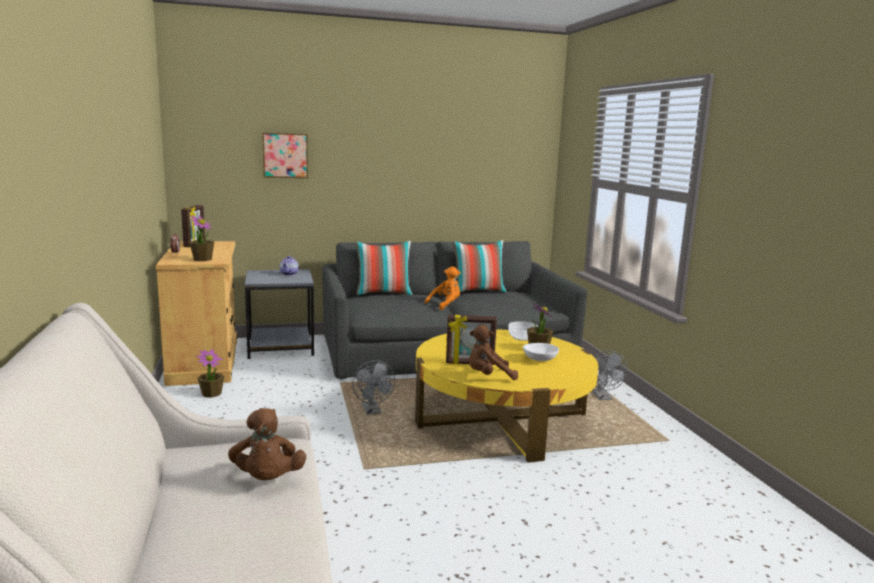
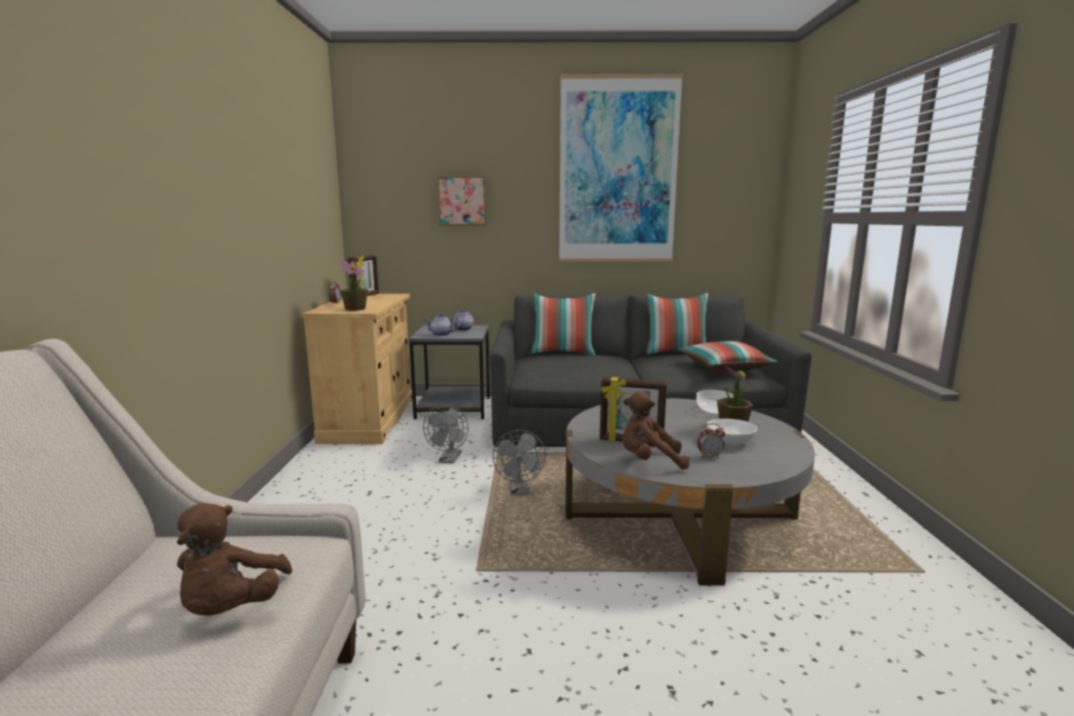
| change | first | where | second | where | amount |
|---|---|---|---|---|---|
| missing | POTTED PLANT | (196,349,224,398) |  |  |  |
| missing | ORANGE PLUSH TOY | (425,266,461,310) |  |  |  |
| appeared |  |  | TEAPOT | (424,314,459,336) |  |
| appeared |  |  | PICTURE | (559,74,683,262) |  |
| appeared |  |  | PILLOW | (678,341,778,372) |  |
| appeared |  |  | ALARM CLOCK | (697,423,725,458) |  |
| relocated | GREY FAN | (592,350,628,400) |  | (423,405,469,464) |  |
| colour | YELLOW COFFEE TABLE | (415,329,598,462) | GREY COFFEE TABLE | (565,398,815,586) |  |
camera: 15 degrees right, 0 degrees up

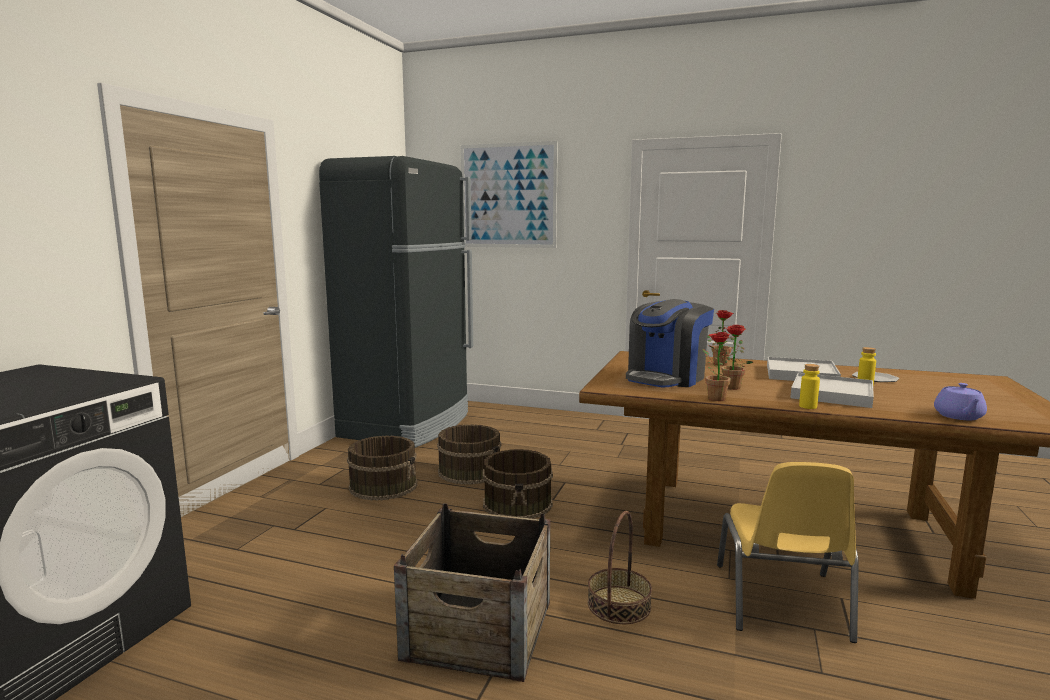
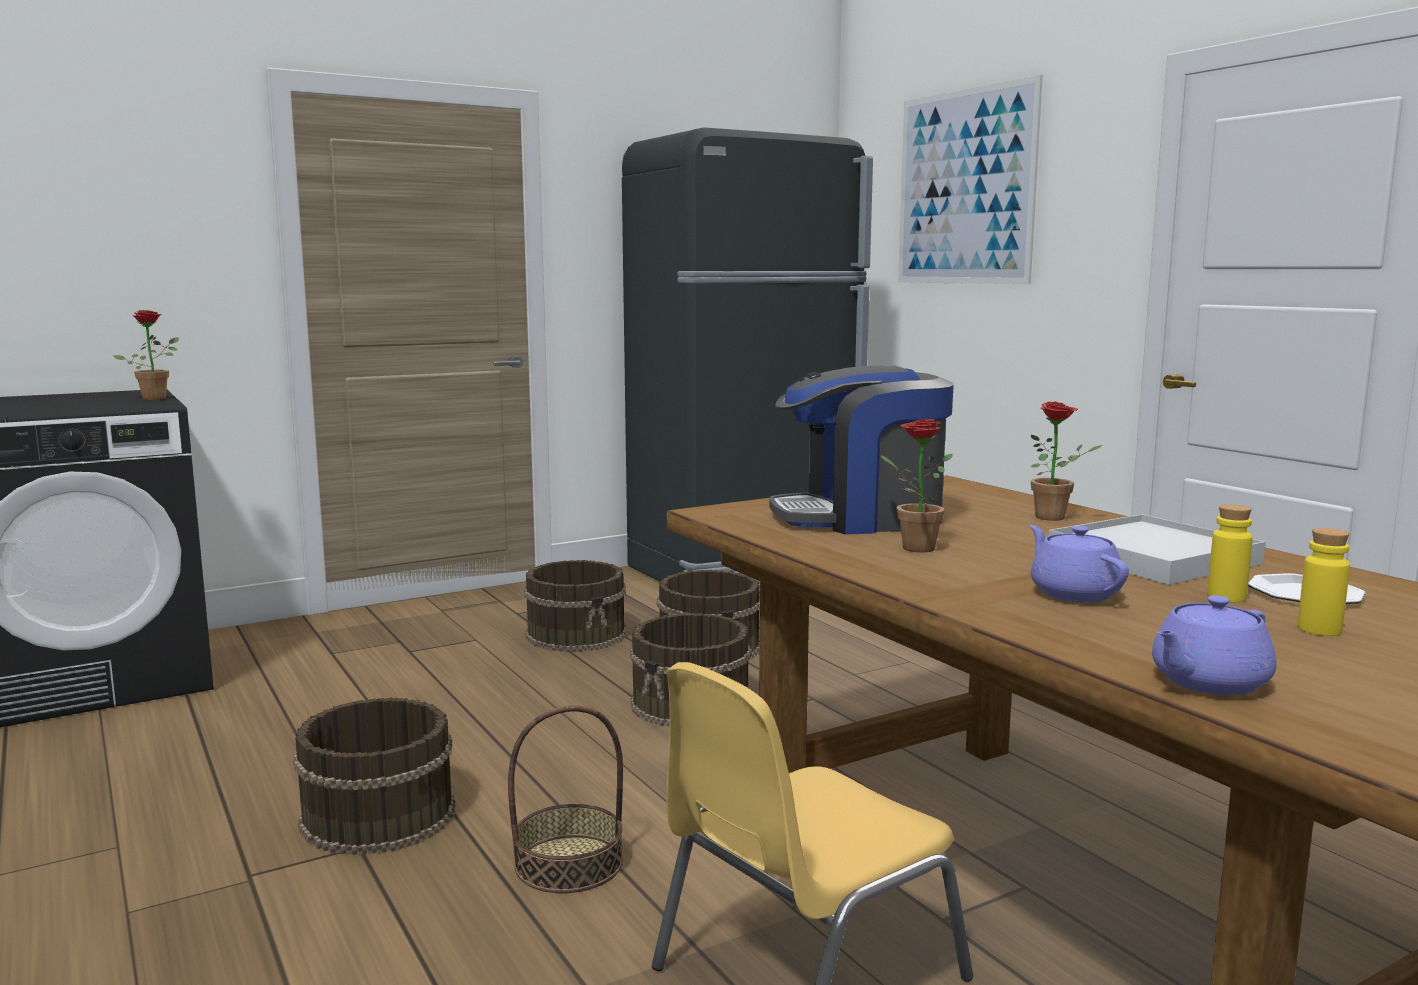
| change | first | where | second | where | amount |
|---|---|---|---|---|---|
| relocated | POTTED PLANT | (703,332,737,401) |  | (114,310,179,400) |  |
| relocated | YELLOW BOTTLE | (799,364,820,409) |  | (1298,528,1350,636) |  |
| exchanged | CRATE | (394,503,550,682) | BROWN BUCKET | (293,697,456,856) |  |
| exchanged | WHITE TRAY | (790,373,874,408) | PURPLE TEAPOT | (1030,525,1129,602) |  |
camera: 40 degrees right, 0 degrees up

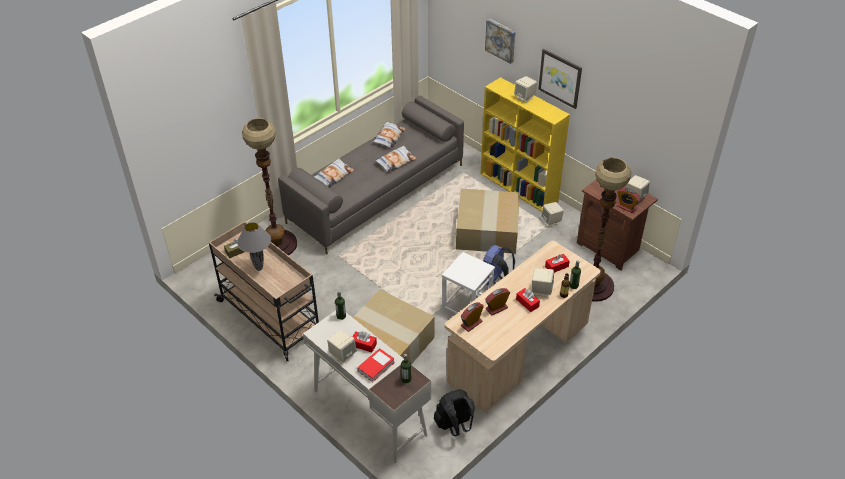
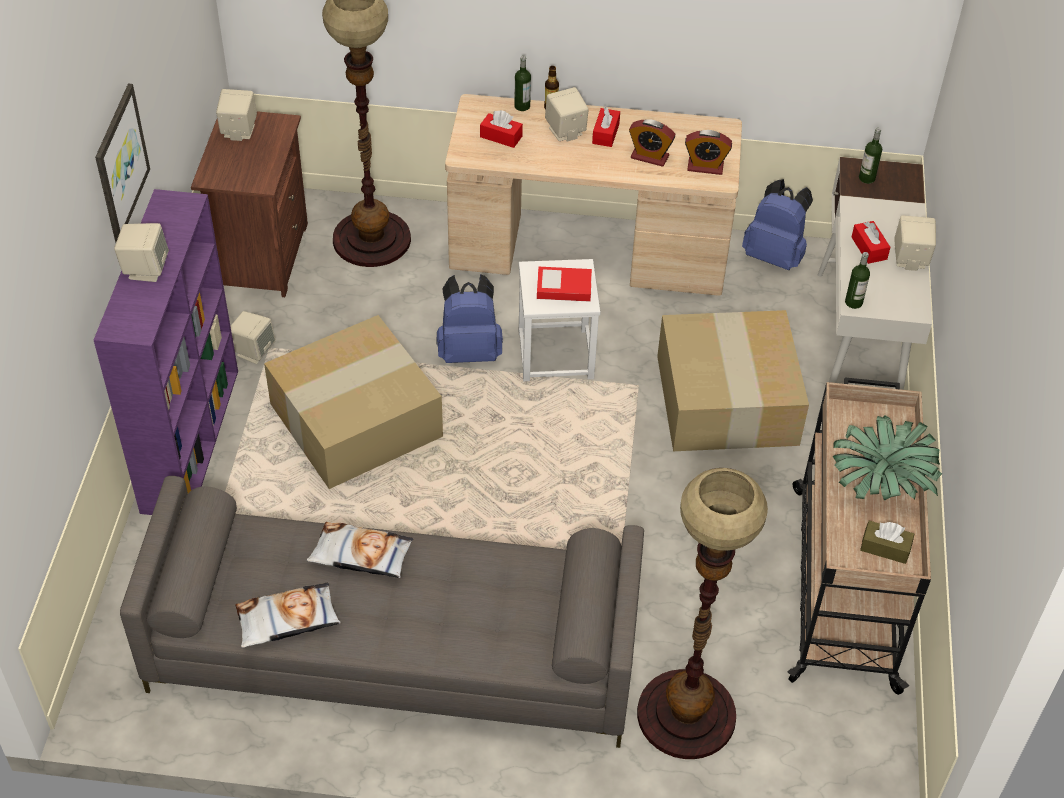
| change | first | where | second | where | amount |
|---|---|---|---|---|---|
| missing | PILLOW | (313,158,354,188) |  |  |  |
| missing | PICTURE | (485,19,516,64) |  |  |  |
| missing | ALARM CLOCK | (617,188,641,213) |  |  |  |
| relocated | BOOK | (357,348,394,382) |  | (537,267,592,302) |  |
| exchanged | GREY TABLE LAMP | (237,222,271,271) | POTTED PLANT | (833,415,943,501) |  |
| colour | BLACK BACKPACK | (434,389,475,436) | BLUE BACKPACK | (742,179,813,270) |  |
| colour | YELLOW BOOKCASE | (480,77,570,212) | PURPLE BOOKCASE | (94,189,238,515) |  |
camera: 130 degrees left, 5 degrees up

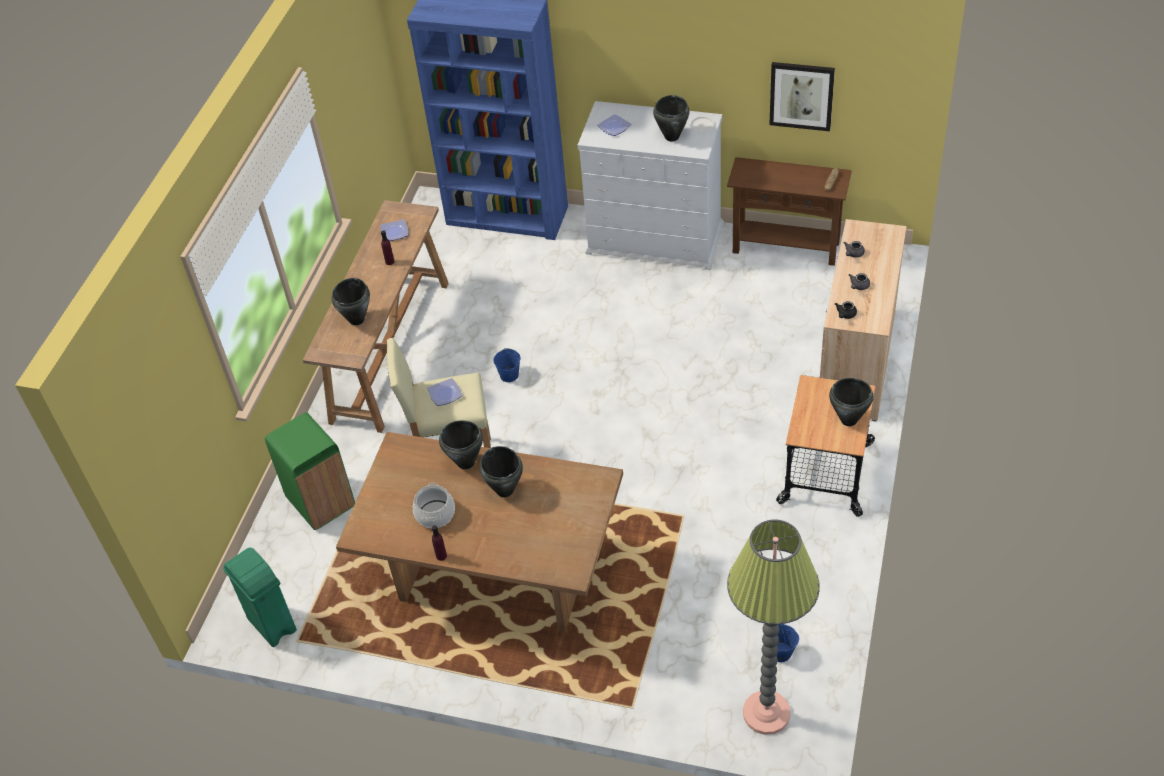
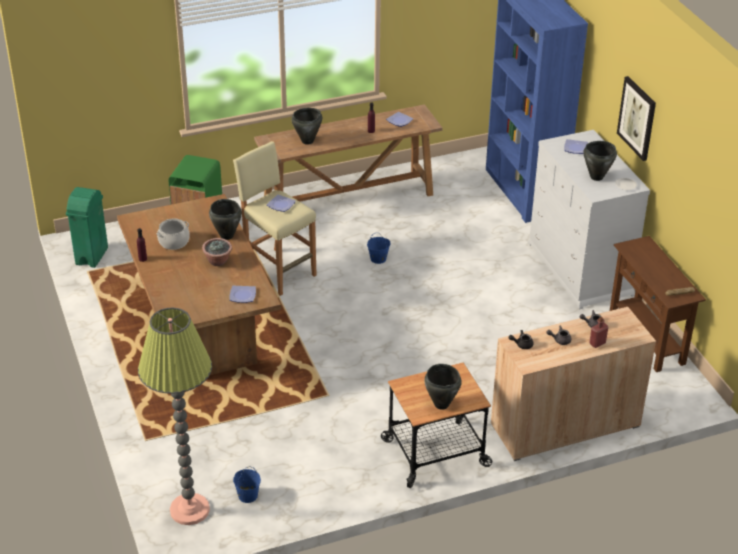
| change | first | where | second | where | amount |
|---|---|---|---|---|---|
| appeared |  |  | PLATE | (230,286,256,303) |  |
| appeared |  |  | RED BOTTLE | (589,317,608,348) |  |
| relocated | PICTURE | (769,62,835,131) |  | (617,76,656,161) |  |
| exchanged | BLACK COOKING POT | (479,446,523,497) | POTTED PLANT | (202,238,232,266) |  |
camera: 50 degrees right, 10 degrees down

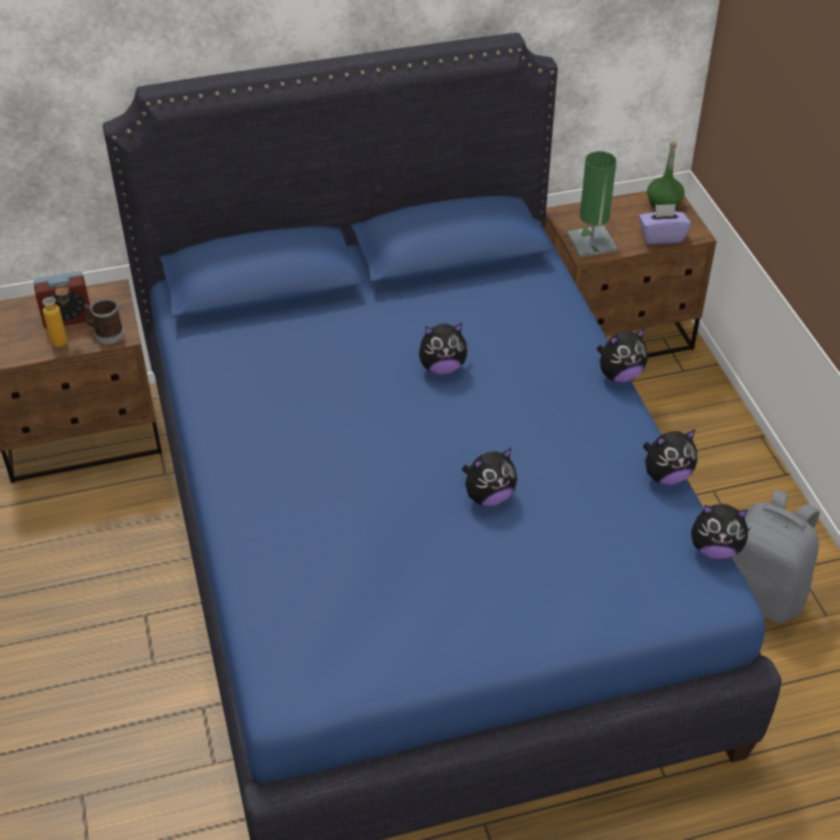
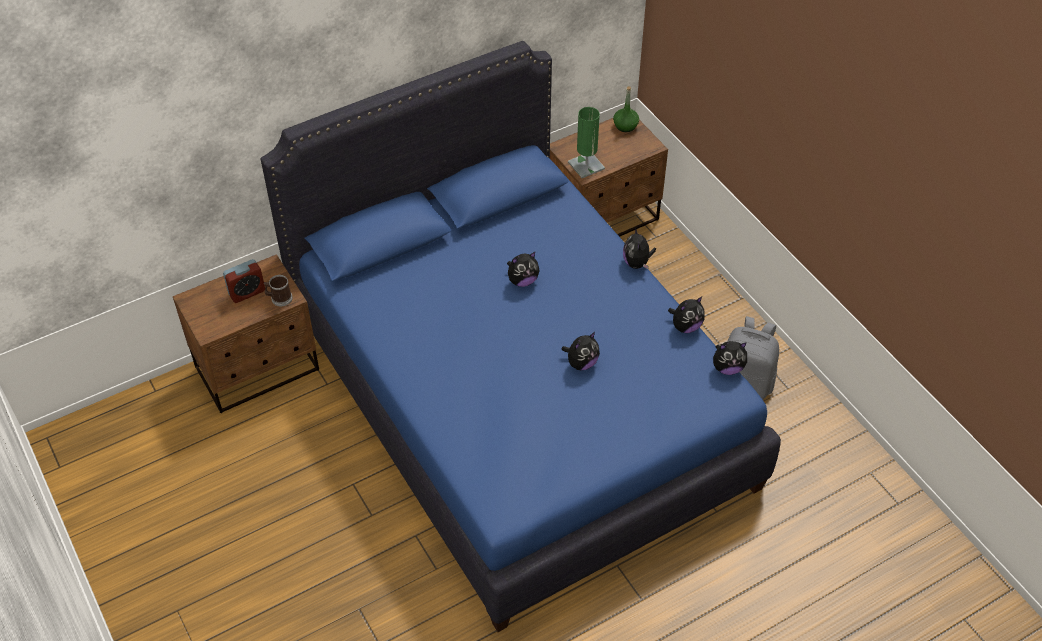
| change | first | where | second | where | amount |
|---|---|---|---|---|---|
| missing | BOTTLE | (42,284,69,347) |  |  |  |
| missing | PURPLE TISSUE BOX | (639,204,691,244) |  |  |  |
| spun | PLUSH TOY | (597,328,648,383) |  | (623,227,656,269) | 120 degrees clockwise |
camera: 15 degrees left, 5 degrees up

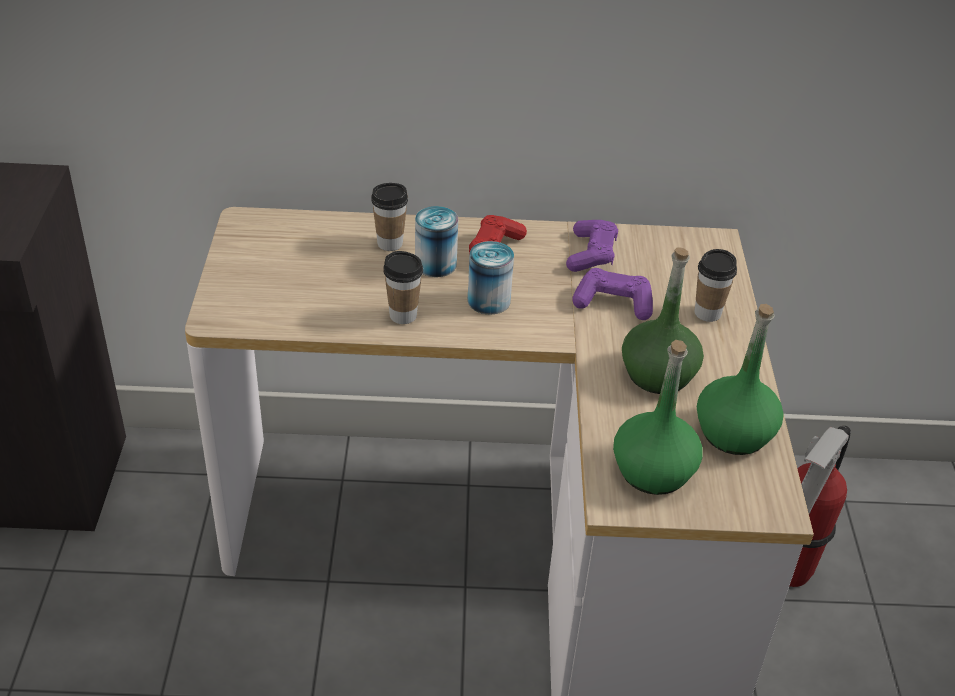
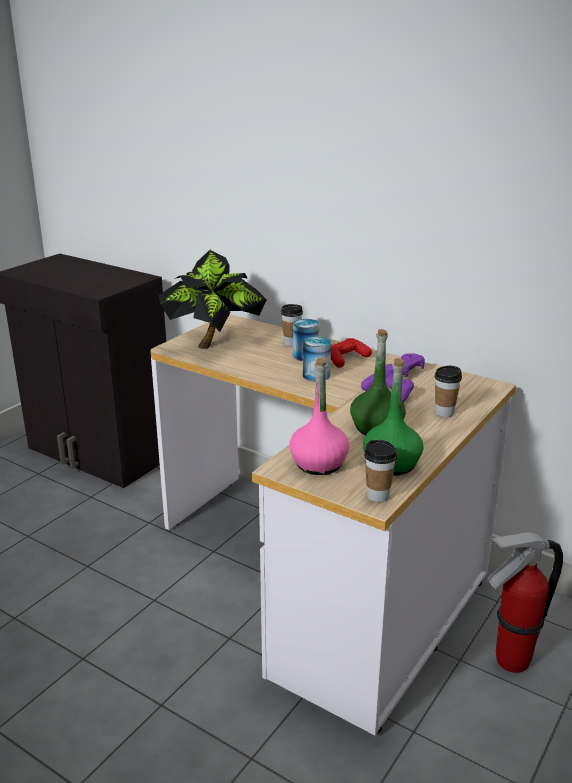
| change | first | where | second | where | amount |
|---|---|---|---|---|---|
| appeared |  |  | POTTED PLANT | (159,250,267,349) |  |
| relocated | CUP | (383,251,423,324) |  | (364,440,397,502) |  |
| colour | GREEN BOTTLE | (613,340,703,495) | PINK BOTTLE | (289,358,350,475) |  |
camera: 35 degrees right, 15 degrees down

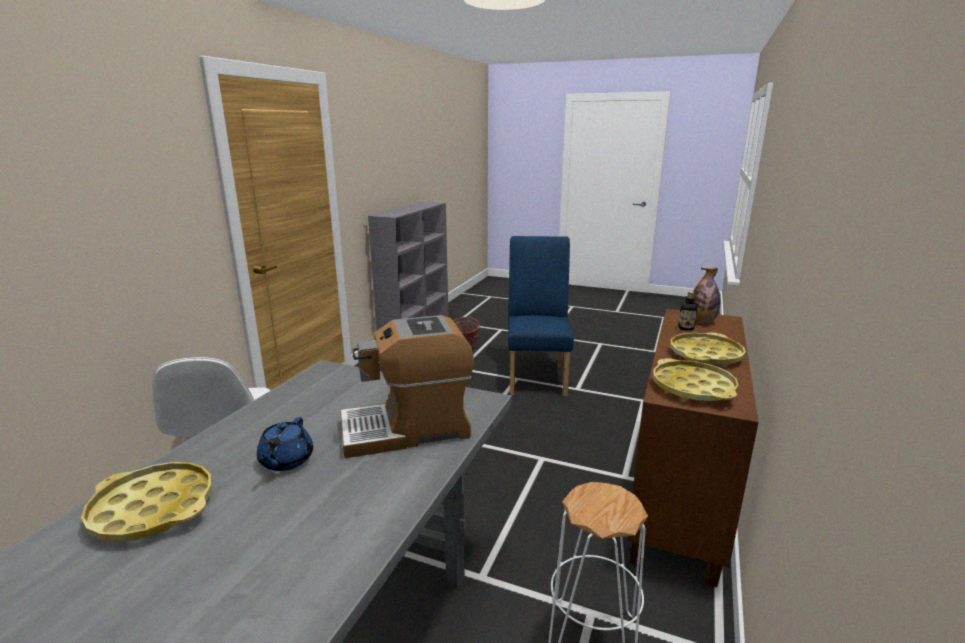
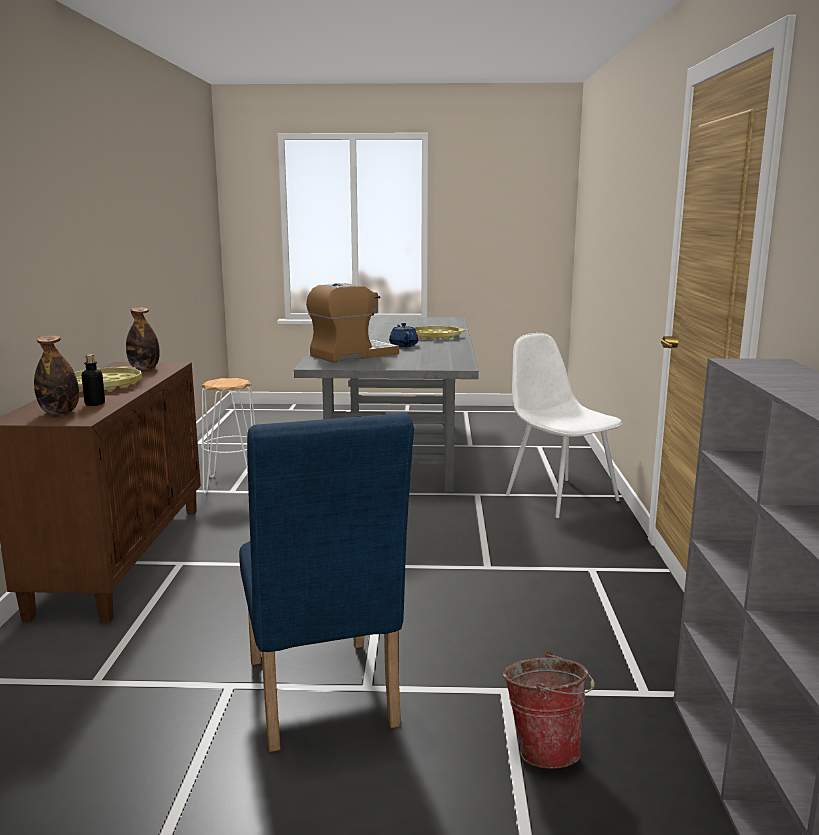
| change | first | where | second | where | amount |
|---|---|---|---|---|---|
| exchanged | YELLOW TRAY | (653,358,738,401) | BOTTLE | (126,307,160,370) |  |
camera: 160 degrees right, 5 degrees down

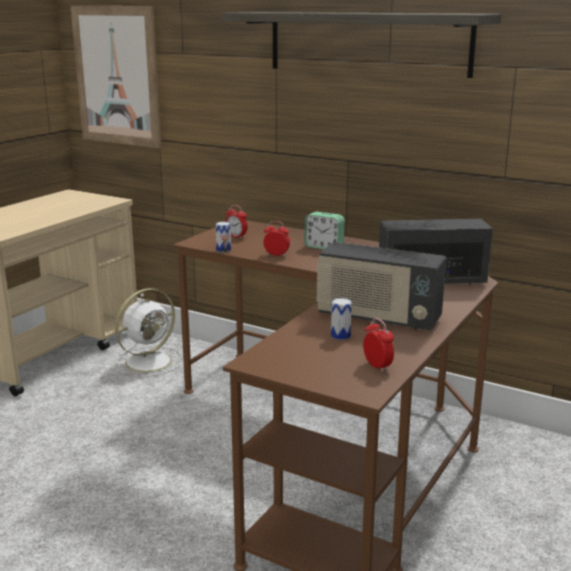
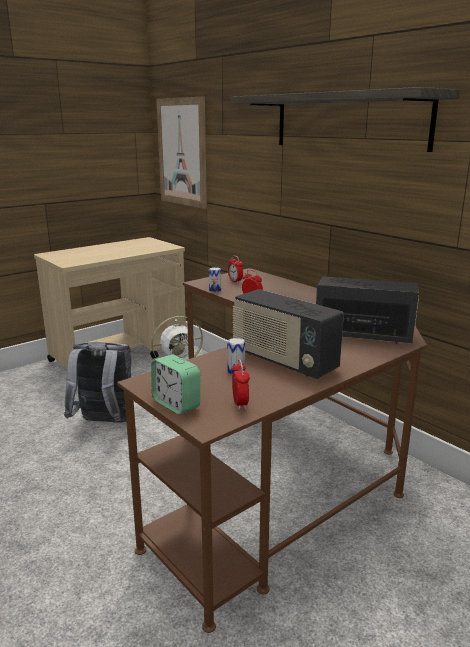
| change | first | where | second | where | amount |
|---|---|---|---|---|---|
| appeared |  |  | GREY BACKPACK | (64,342,131,423) |  |
| relocated | ALARM CLOCK | (304,212,345,249) |  | (151,354,200,414) |  |
camera: 20 degrees right, 0 degrees up

